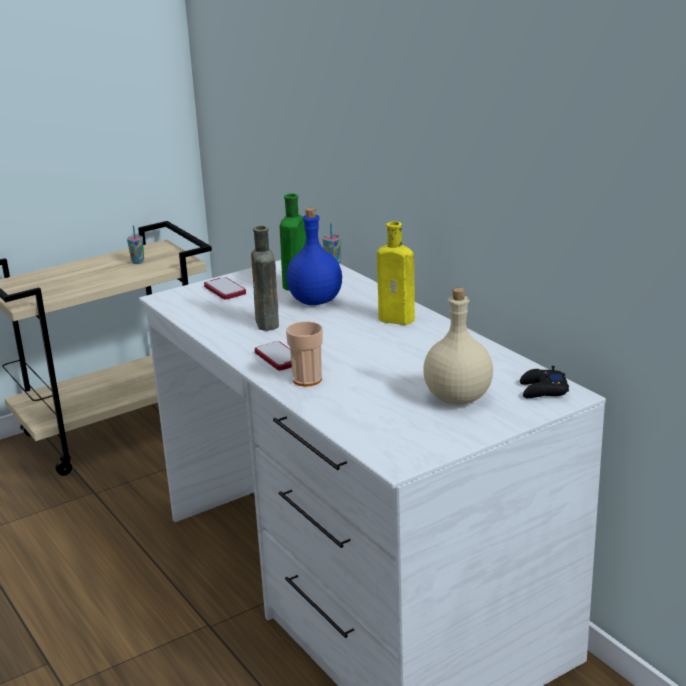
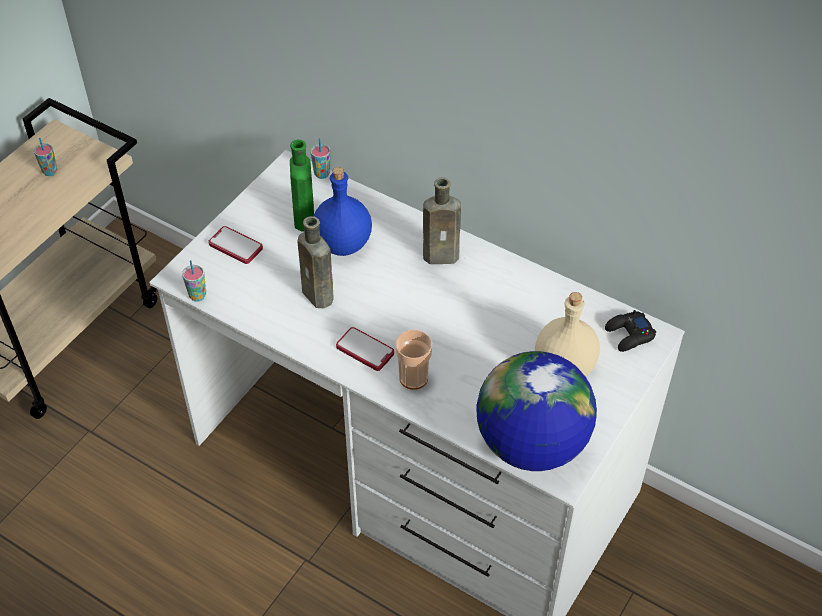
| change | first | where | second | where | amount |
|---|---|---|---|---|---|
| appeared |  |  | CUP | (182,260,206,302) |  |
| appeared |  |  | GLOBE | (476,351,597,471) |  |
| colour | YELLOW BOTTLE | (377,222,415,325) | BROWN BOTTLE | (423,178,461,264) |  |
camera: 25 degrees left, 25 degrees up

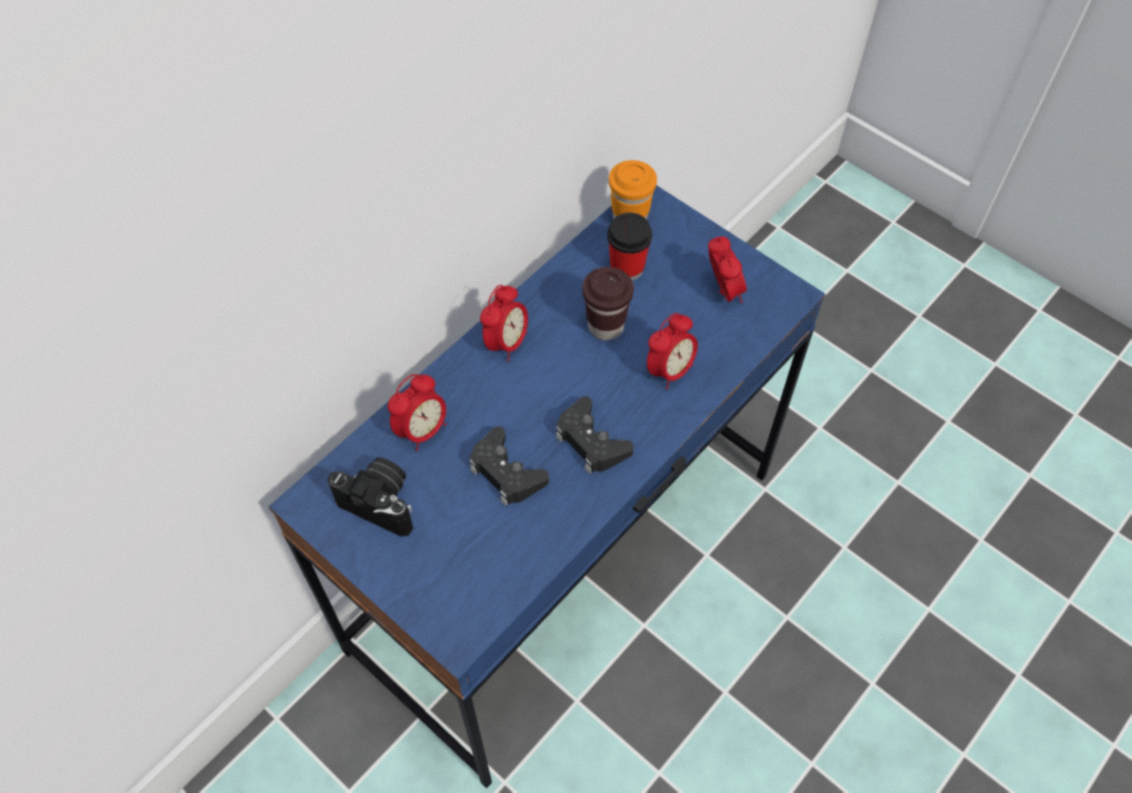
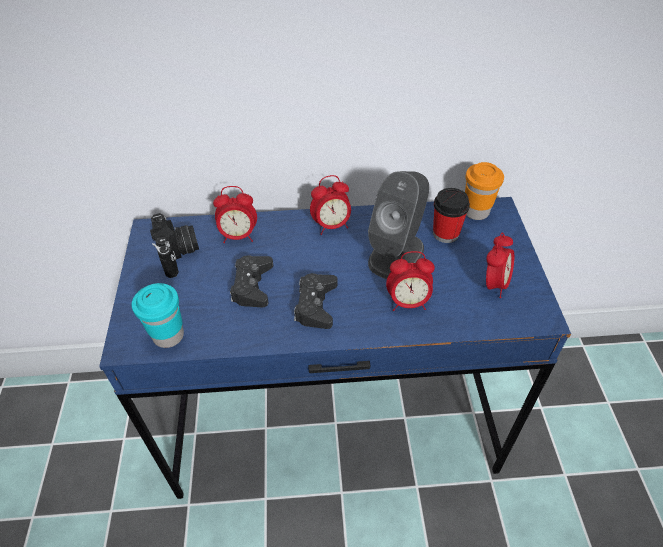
| change | first | where | second | where | amount |
|---|---|---|---|---|---|
| appeared |  |  | TURQUOISE CUP | (132,283,184,348) |  |
| exchanged | BROWN CUP | (582,267,634,340) | GREY SPEAKER | (368,171,429,279) |  |
camera: 45 degrees right, 10 degrees down

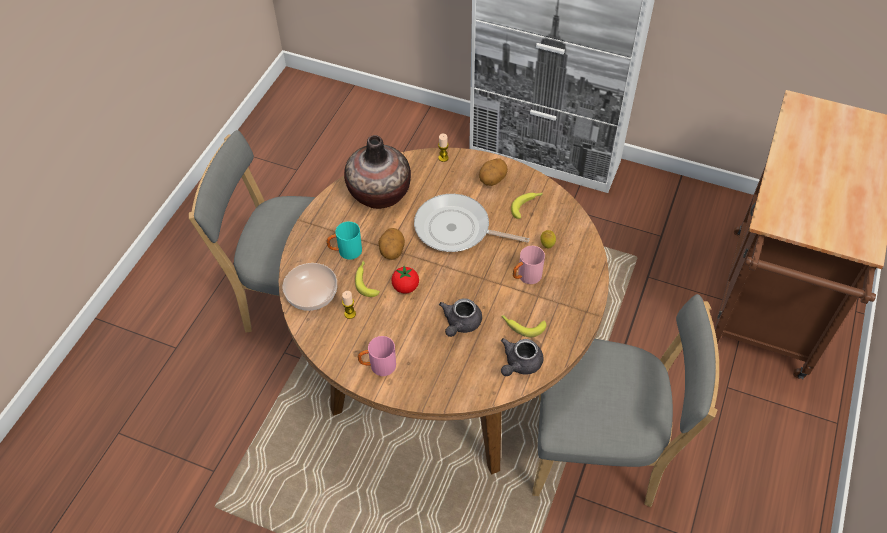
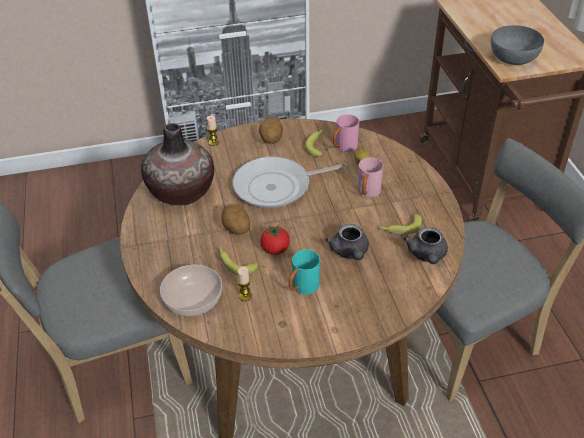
| change | first | where | second | where | amount |
|---|---|---|---|---|---|
| appeared |  |  | GREY BOWL | (491,25,544,65) |  |
| relocated | TURQUOISE MUG | (327,222,362,260) |  | (289,249,320,294) |  |
| relocated | PINK MUG | (358,336,396,376) |  | (333,114,359,152) |  |
camera: 35 degrees left, 10 degrees down

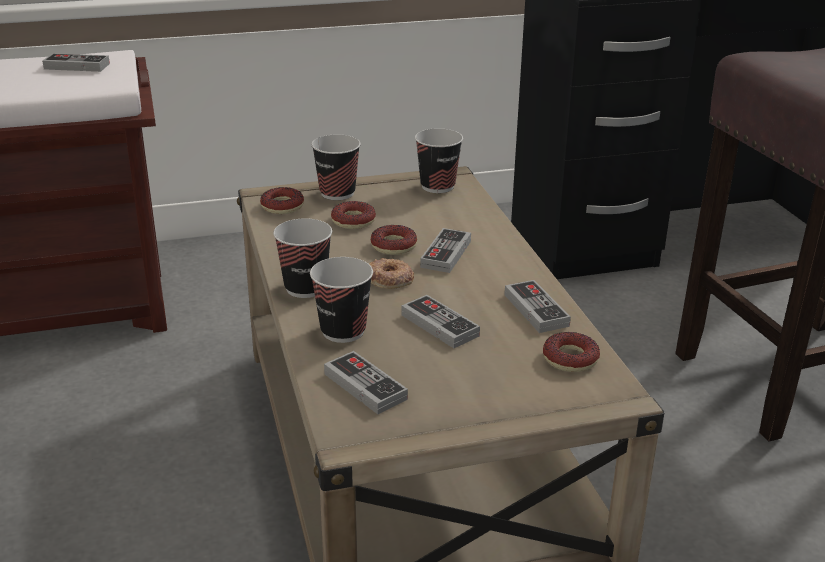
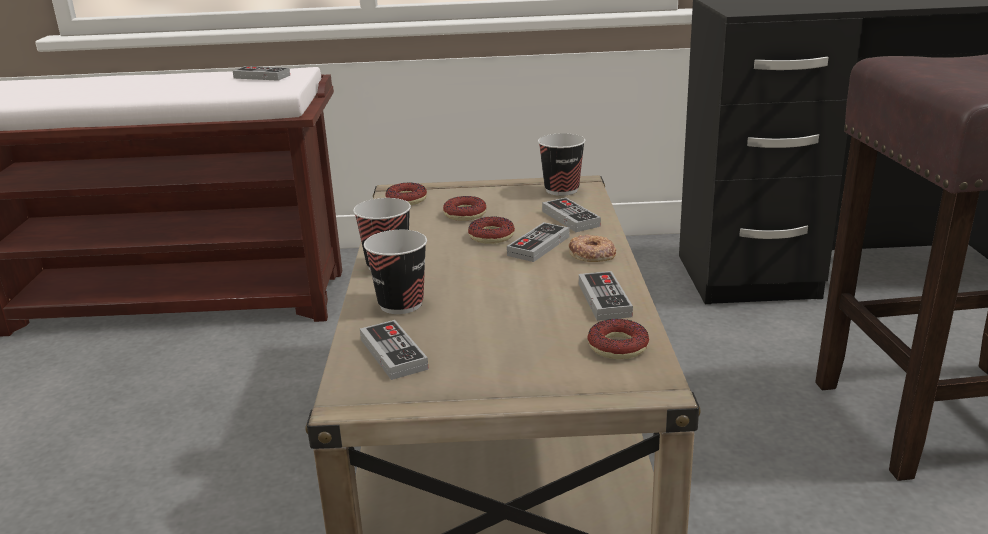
| change | first | where | second | where | amount |
|---|---|---|---|---|---|
| missing | CUP | (311,134,361,200) |  |  |  |
| relocated | DONUT | (369,258,414,289) |  | (569,234,616,262) |  |
| relocated | GAME CONTROLLER | (401,295,480,348) |  | (542,197,601,232) |  |
camera: 15 degrees right, 5 degrees down

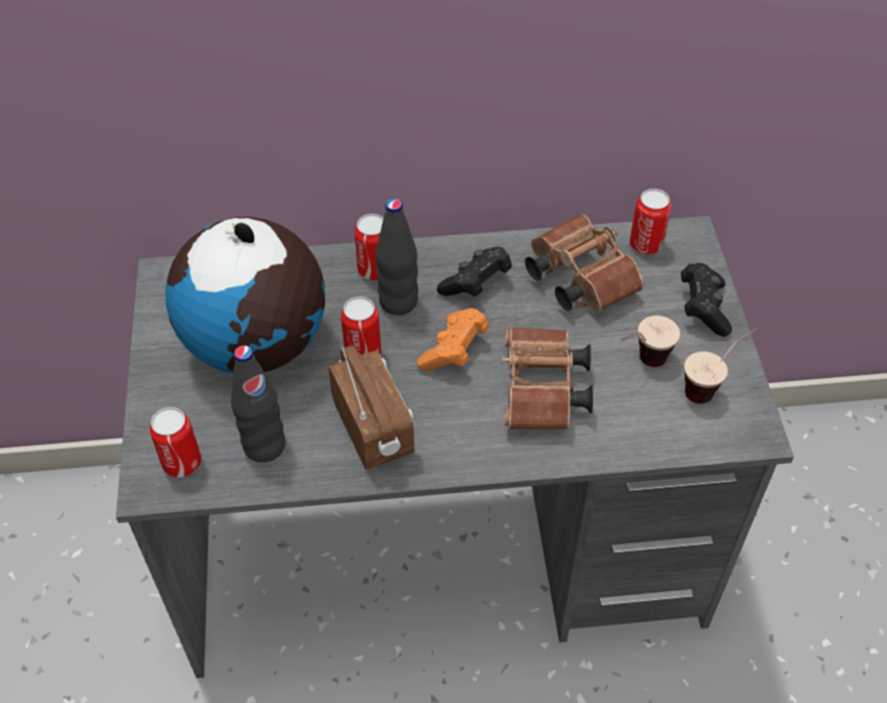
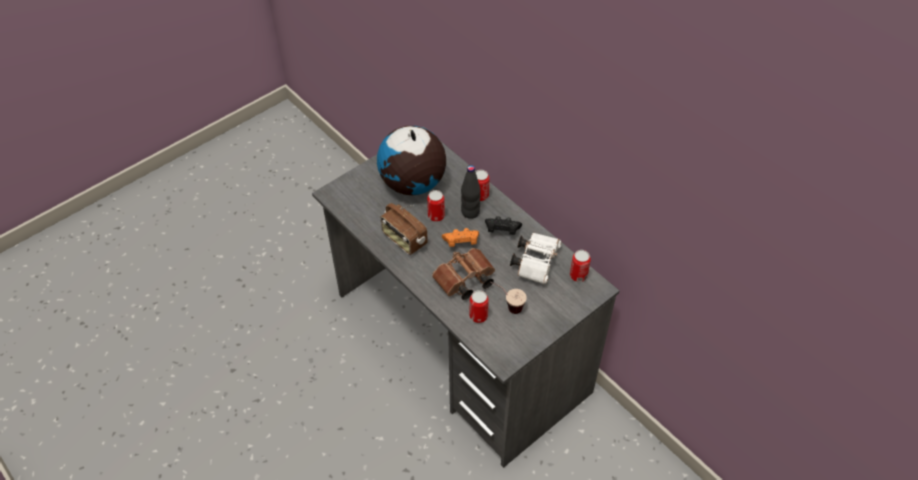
| change | first | where | second | where | amount |
|---|---|---|---|---|---|
| missing | BLACK BOTTLE | (231,345,285,462) |  |  |  |
| missing | BLACK GAME CONTROLLER | (681,263,732,337) |  |  |  |
| missing | CUP | (684,328,758,404) |  |  |  |
| relocated | CAN | (150,407,201,478) |  | (469,290,489,323) |  |
| colour | BROWN BINOCULARS | (525,214,644,313) | WHITE BINOCULARS | (510,233,562,284) |  |
| spun | RADIO | (328,346,415,470) |  | (381,203,428,255) | 105 degrees clockwise |
camera: 55 degrees right, 0 degrees up

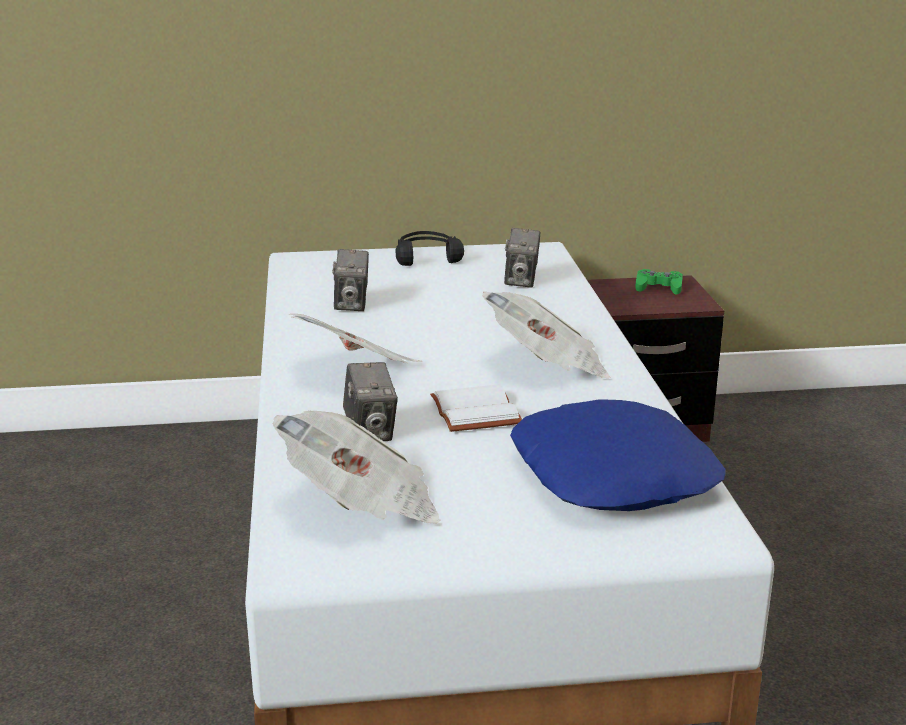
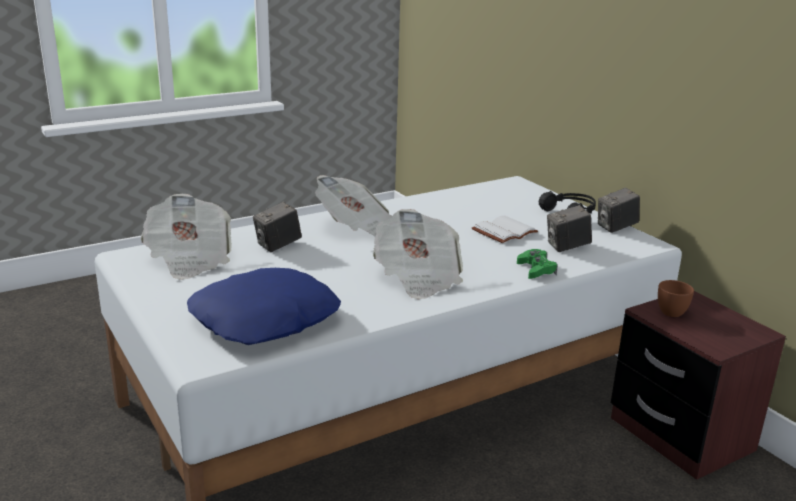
| change | first | where | second | where | amount |
|---|---|---|---|---|---|
| appeared |  |  | BROWN CUP | (658,280,694,317) |  |
| relocated | PHOTO CAMERA | (332,249,369,311) |  | (598,188,640,233) |  |
| relocated | WHITE BOOK | (430,384,522,432) |  | (472,216,538,243) |  |
| relocated | GREEN GAME CONTROLLER | (635,269,683,294) |  | (517,249,558,279) |  |
camera: 65 degrees right, 0 degrees up

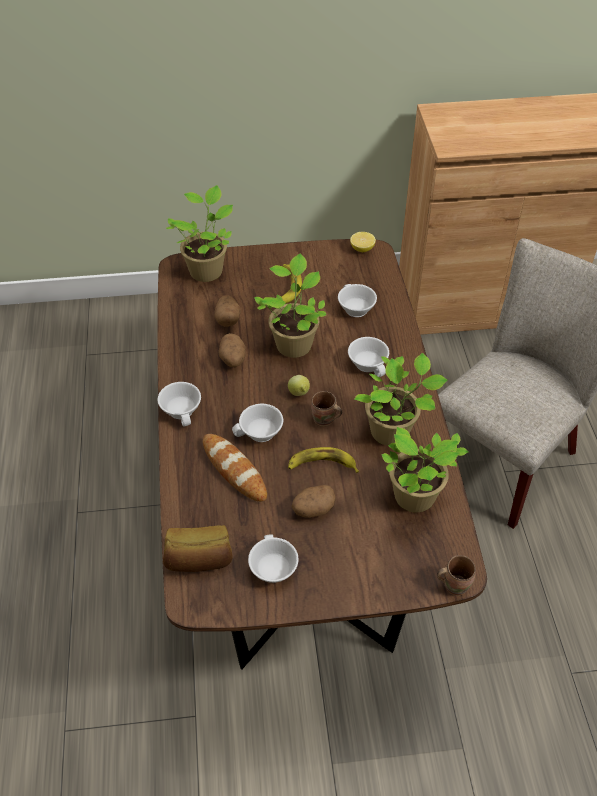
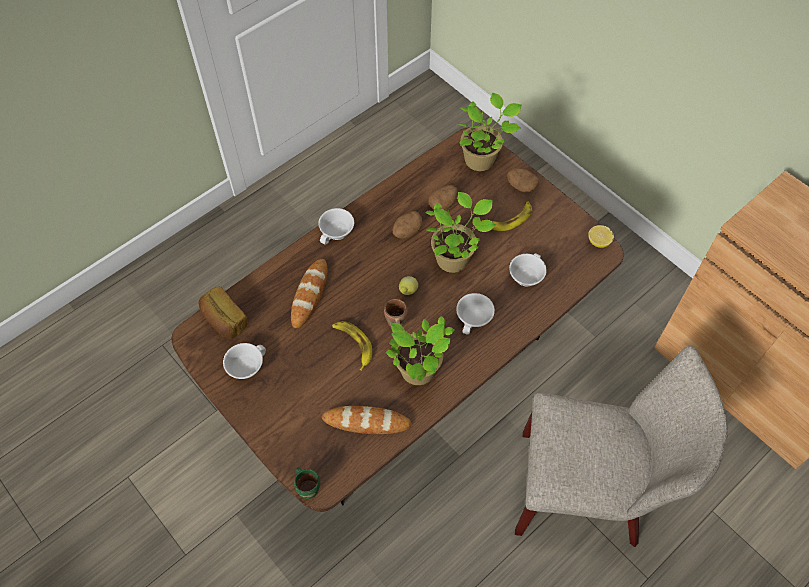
| change | first | where | second | where | amount |
|---|---|---|---|---|---|
| missing | WHITE CUP | (232,404,283,442) |  |  |  |
| relocated | POTATO | (291,485,335,518) |  | (507,168,539,192) |  |
| exchanged | POTTED PLANT | (382,427,468,512) | BREAD | (322,406,412,434) |  |
| colour | BROWN MUG | (437,555,476,596) | GREEN MUG | (294,468,320,499) |  |
camera: 55 degrees right, 10 degrees up

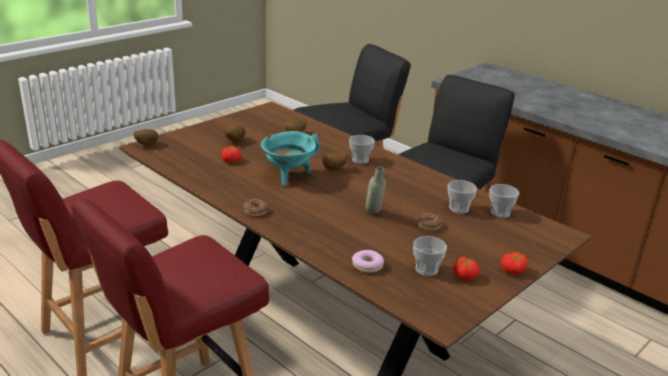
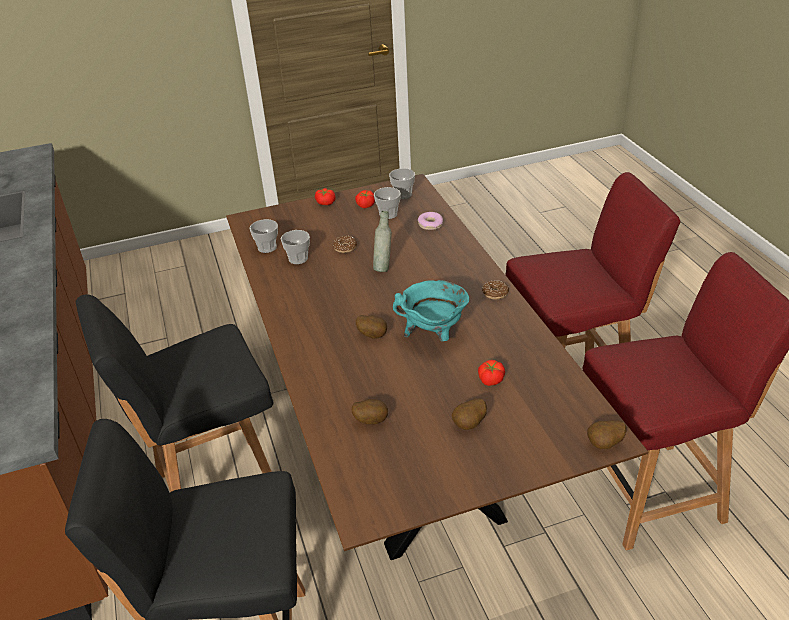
| change | first | where | second | where | amount |
|---|---|---|---|---|---|
| relocated | CUP | (349,135,375,164) |  | (389,168,415,199) |  |
camera: 150 degrees left, 10 degrees up

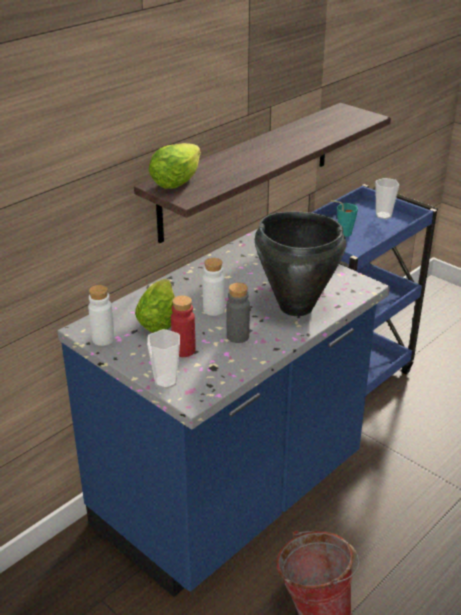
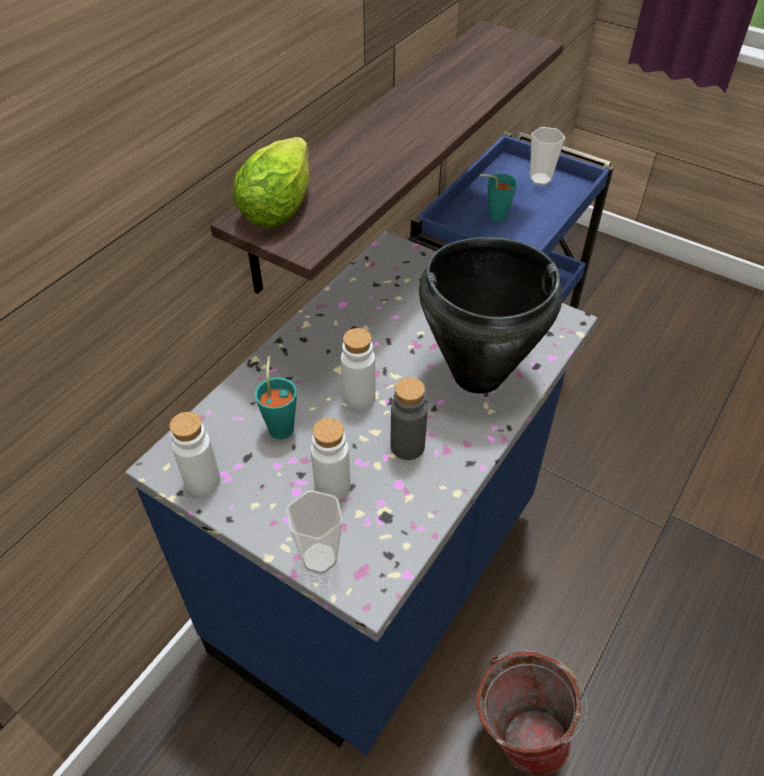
| change | first | where | second | where | amount |
|---|---|---|---|---|---|
| exchanged | LETTUCE | (135,279,175,333) | TURQUOISE CUP | (255,356,297,439) |  |
| colour | RED BOTTLE | (171,296,196,357) | WHITE BOTTLE | (311,418,351,500) |  |
camera: 10 degrees left, 15 degrees up

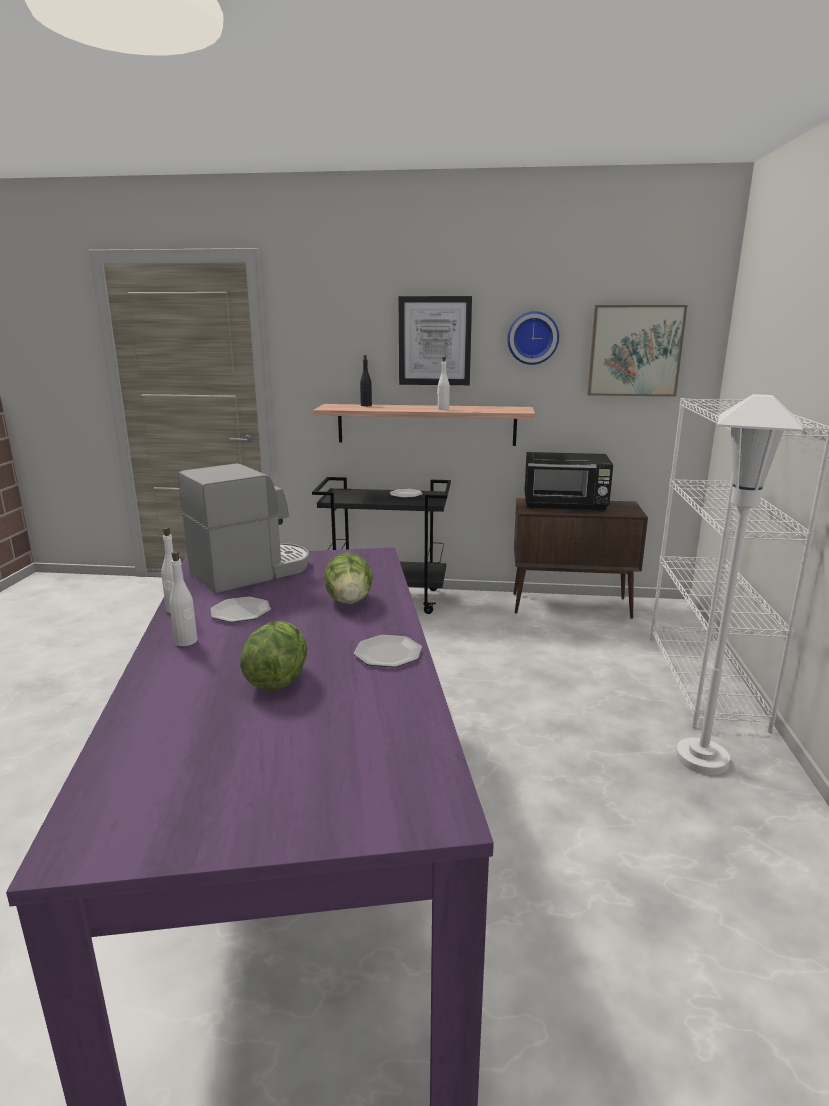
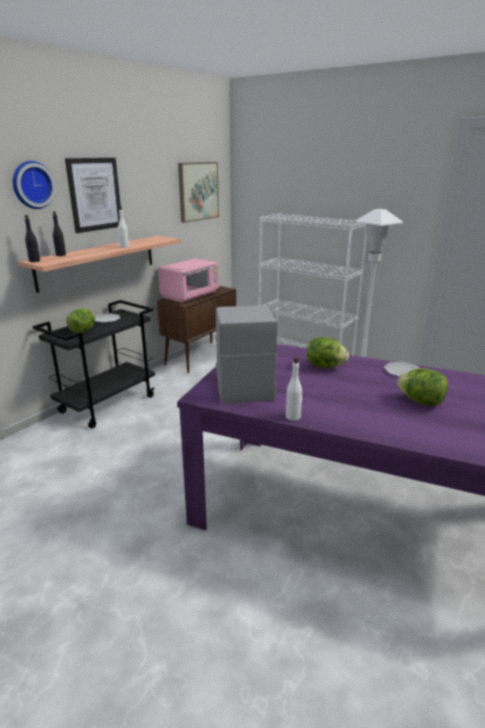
| change | first | where | second | where | amount |
|---|---|---|---|---|---|
| missing | WHITE BOTTLE | (169,551,197,646) |  |  |  |
| missing | PLATE | (210,597,271,623) |  |  |  |
| appeared |  |  | BLACK BOTTLE | (25,215,40,262) |  |
| appeared |  |  | LETTUCE | (66,309,95,333) |  |
| relocated | WALL CLOCK | (507,311,559,365) |  | (13,161,56,209) |  |
| colour | BLACK MICROWAVE | (524,452,613,511) | PINK MICROWAVE | (158,259,219,303) |  |
camera: 60 degrees left, 5 degrees up

